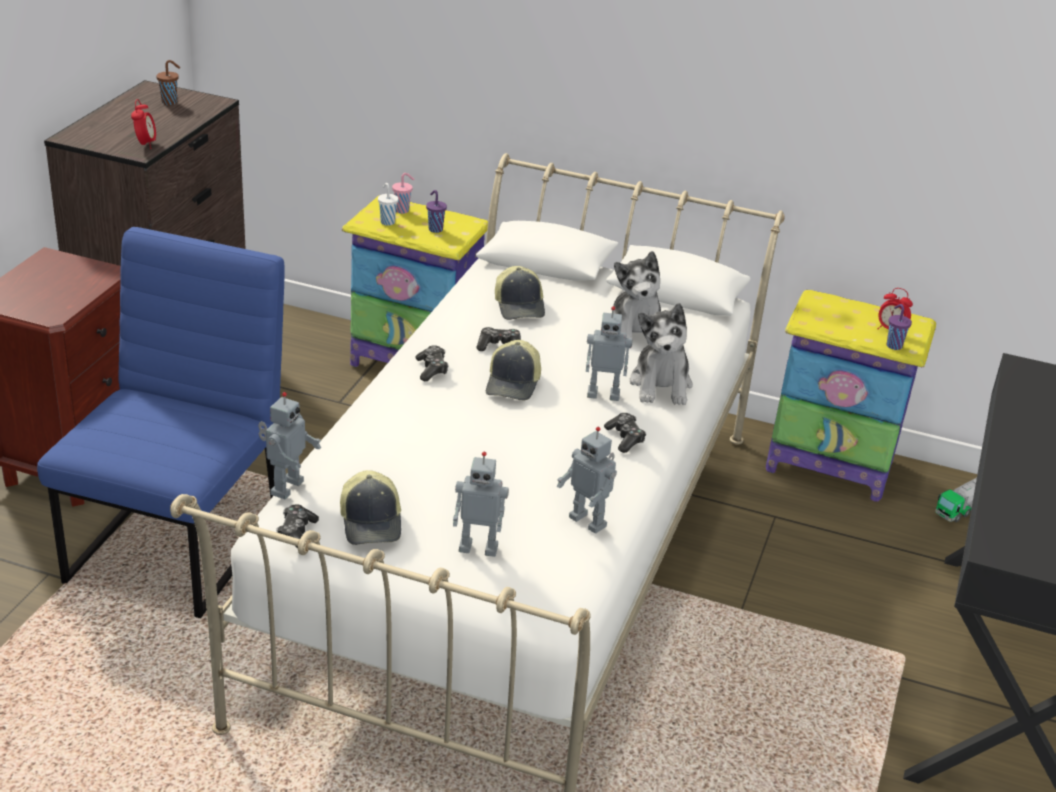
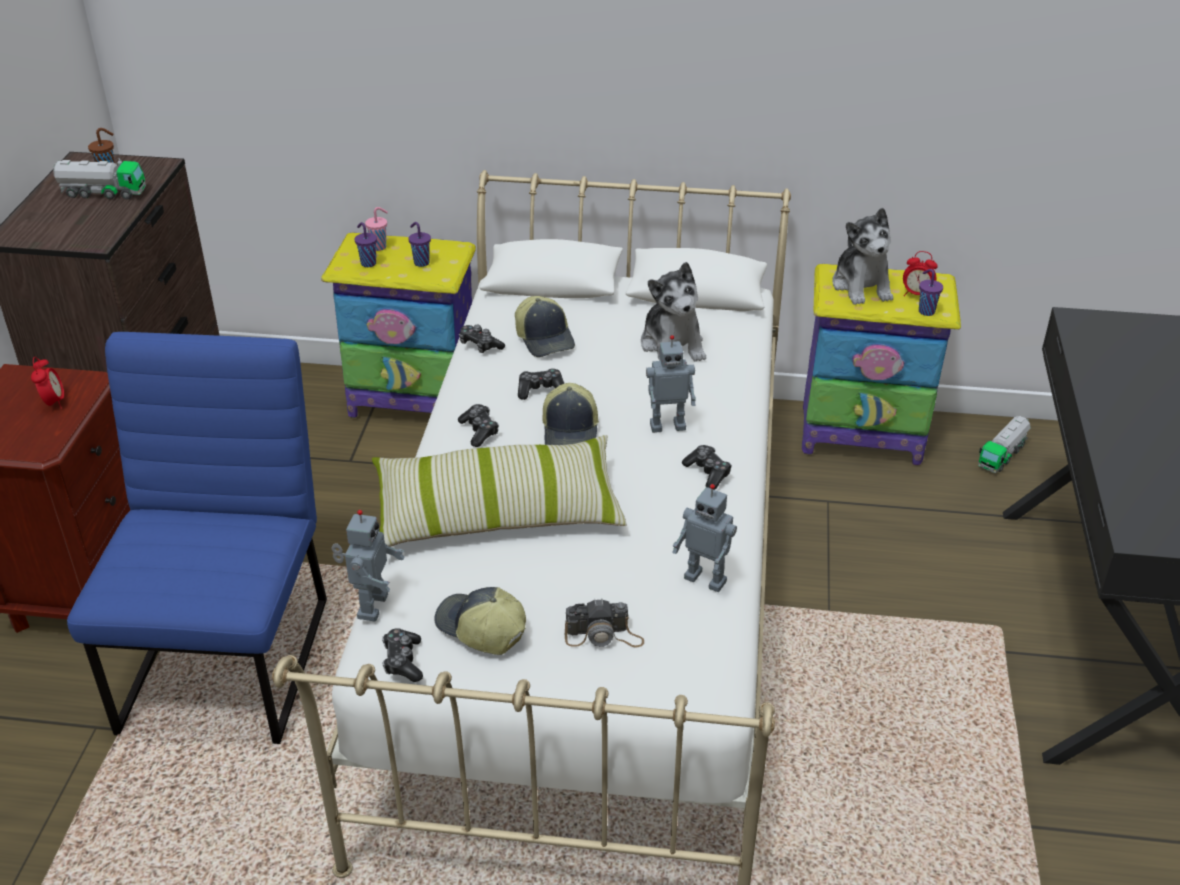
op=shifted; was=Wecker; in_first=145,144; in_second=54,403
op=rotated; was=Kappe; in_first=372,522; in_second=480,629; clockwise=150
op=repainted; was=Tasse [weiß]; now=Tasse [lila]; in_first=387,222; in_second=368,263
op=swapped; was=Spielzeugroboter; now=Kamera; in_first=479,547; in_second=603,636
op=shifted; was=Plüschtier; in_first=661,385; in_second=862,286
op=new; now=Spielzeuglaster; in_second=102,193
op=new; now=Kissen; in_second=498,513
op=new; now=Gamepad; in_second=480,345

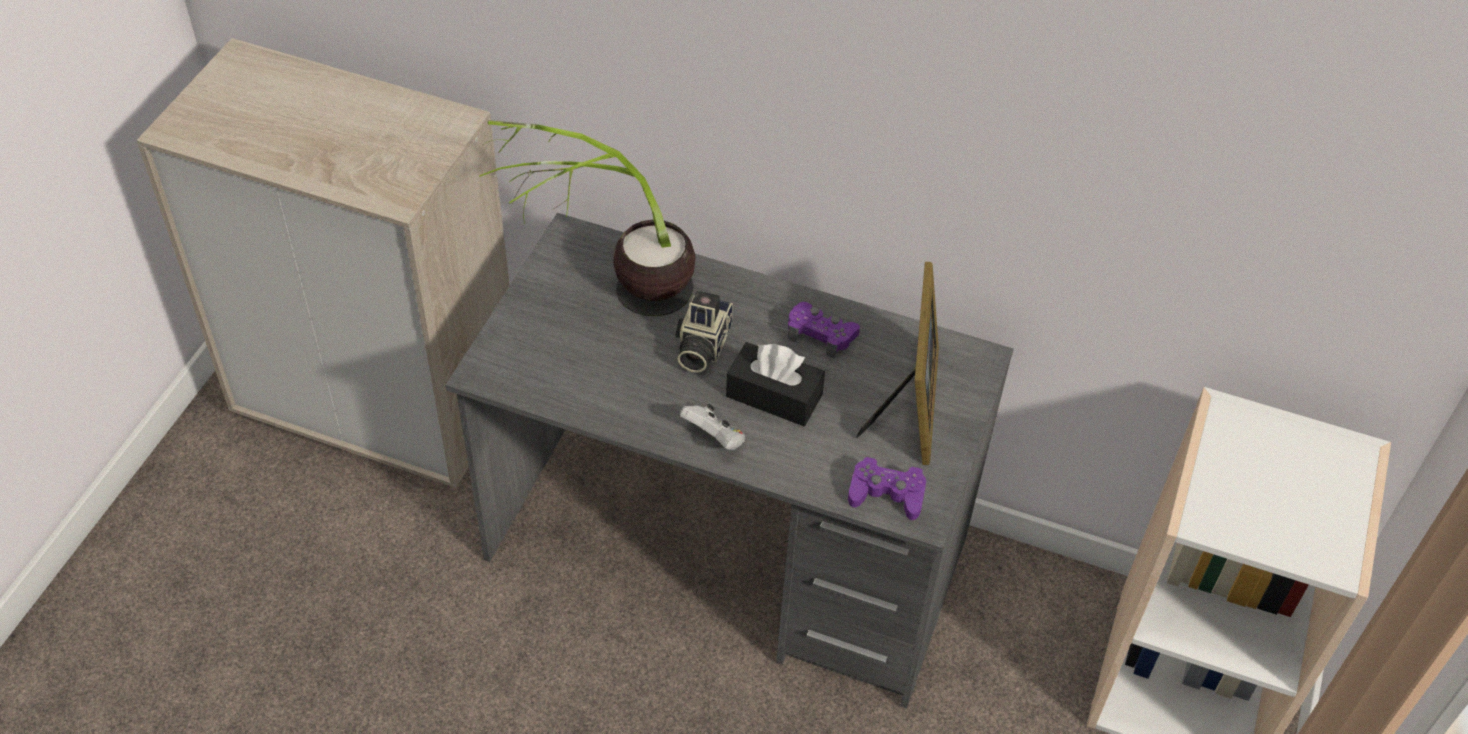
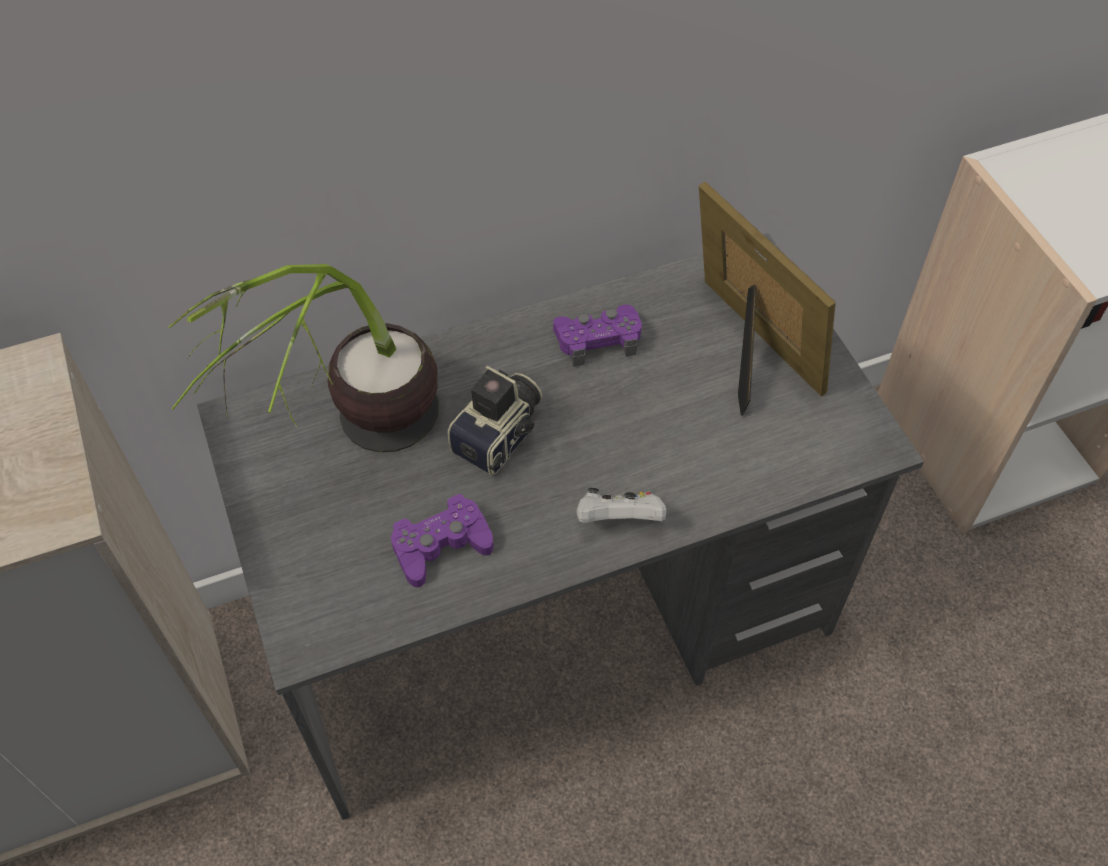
op=rotated; was=Kamera; in_first=701,346; in_second=501,436; clockwise=-120
op=gone; was=Taschentuchbox [schwarz]; in_first=774,395
op=shifted; was=Gamepad [lila]; in_first=886,494; in_second=441,546

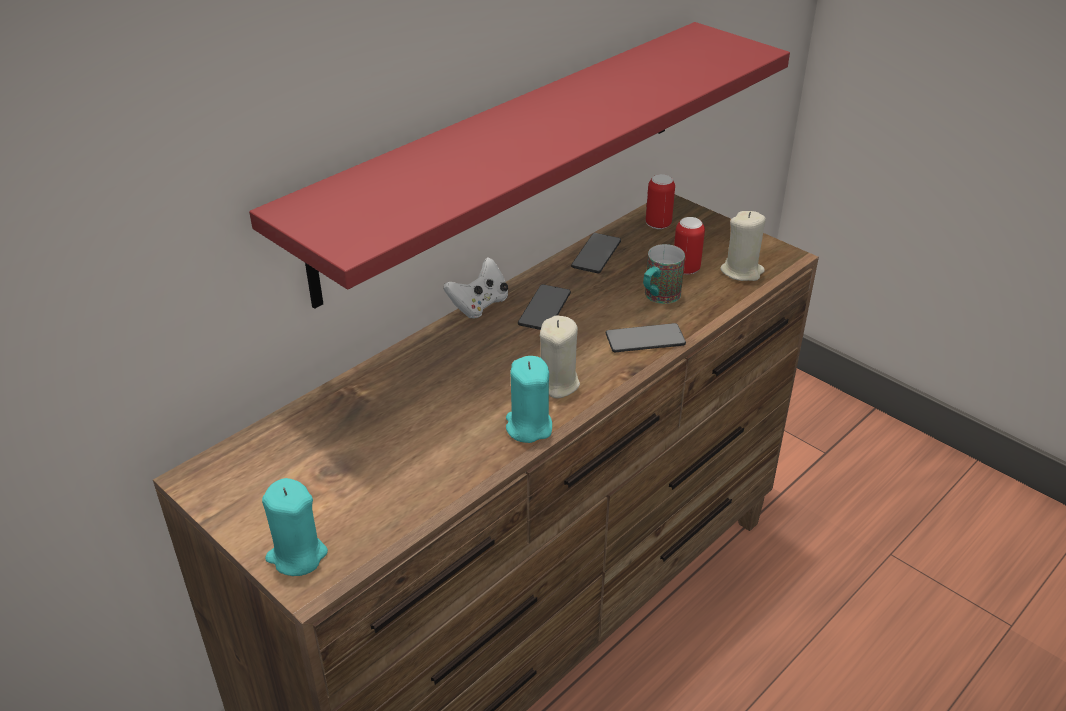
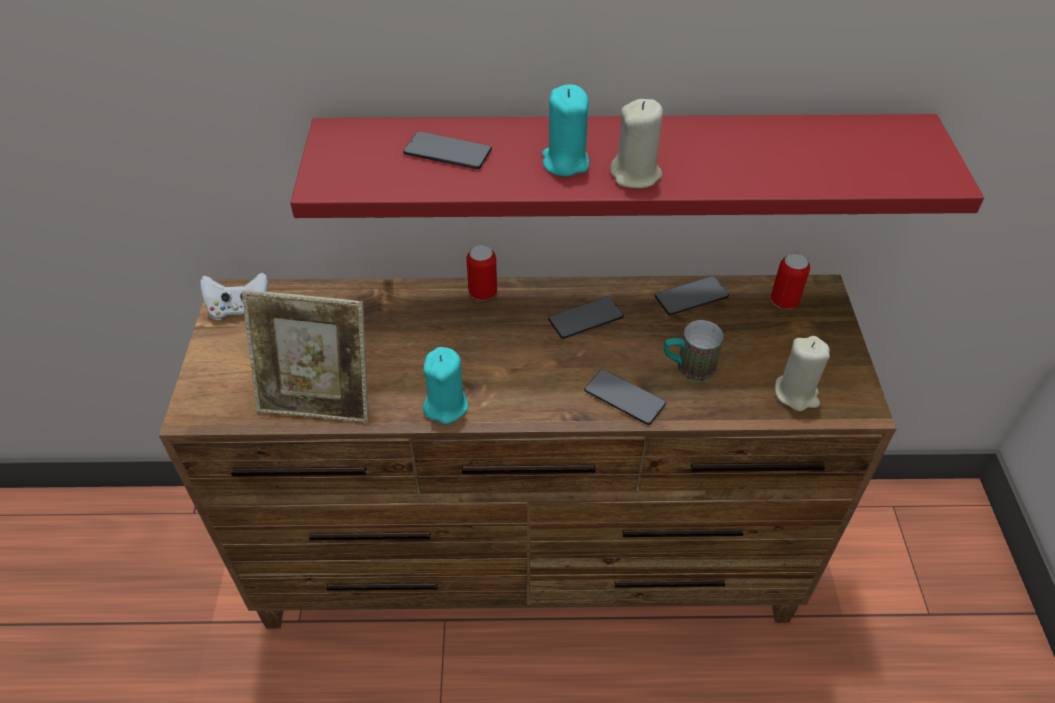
op=shifted; was=Kerze [türkis]; in_first=297,555; in_second=565,162
op=shifted; was=Gamepad [weiß]; in_first=479,305; in_second=240,309
op=shifted; was=Kerze [beige]; in_first=556,383; in_second=636,175
op=shifted; was=Dose; in_first=686,269; in_second=483,293
op=new; now=Bilderrahmen; in_second=319,401
op=new; now=Handy; in_second=447,152

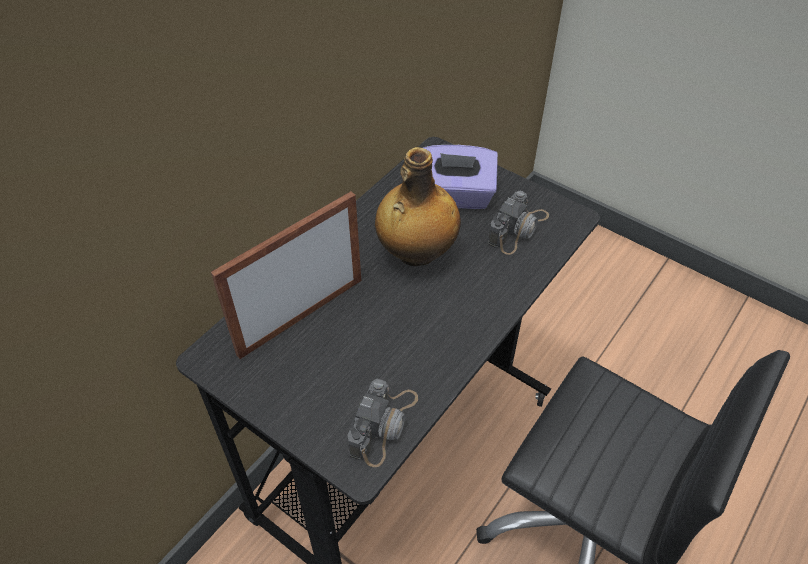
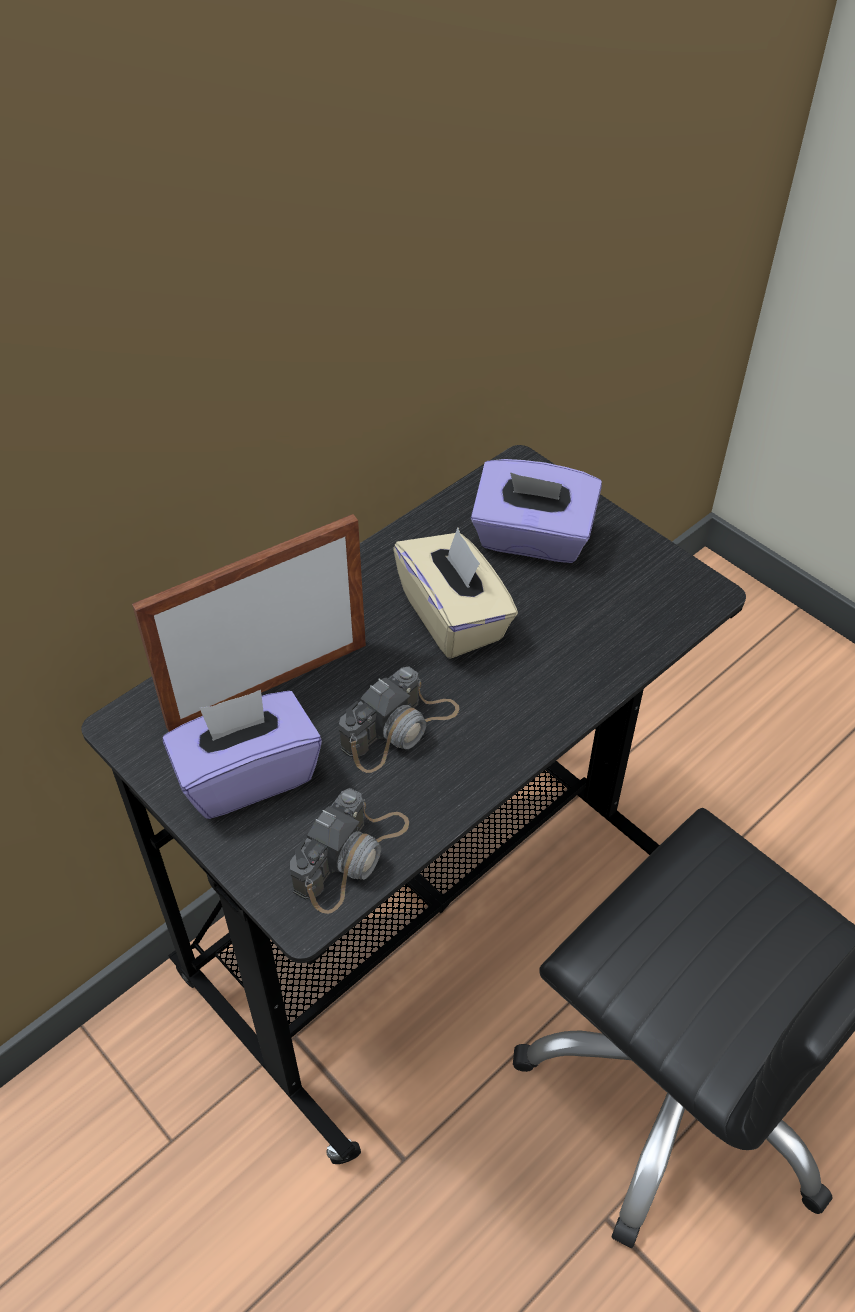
op=swapped; was=Flasche; now=Taschentuchbox [beige]; in_first=416,254; in_second=454,617
op=shifted; was=Kamera; in_first=518,228; in_second=400,728
op=new; now=Taschentuchbox [lila]; in_second=247,775

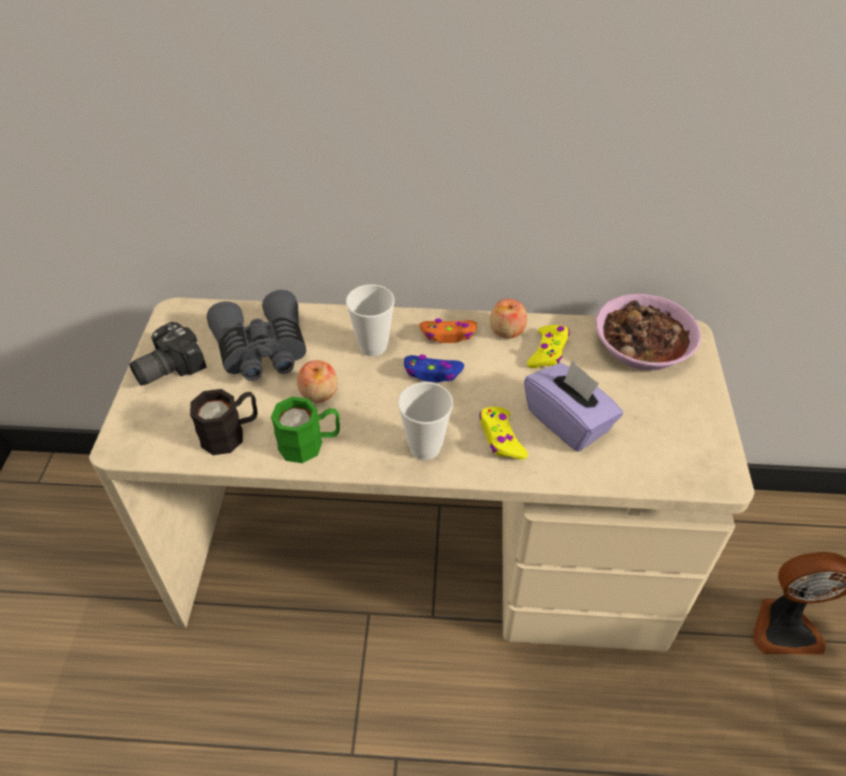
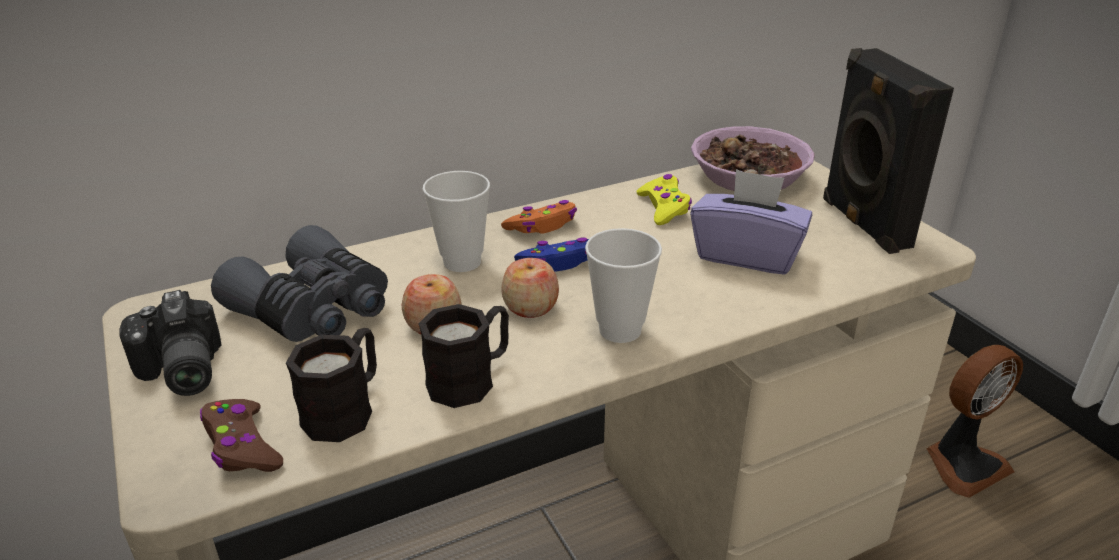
op=rotated; was=Kamera; in_first=167,367; in_second=178,372; clockwise=-45
op=repainted; was=Henkelbecher [grün]; now=Henkelbecher [schwarz]; in_first=310,444; in_second=471,378
op=gone; was=Gamepad [gelb]; in_first=501,438
op=shifted; was=Apfel; in_first=507,330; in_second=530,307
op=new; now=Gamepad [braun]; in_second=242,446
op=new; now=Lautsprecher [schwarz]; in_second=862,224

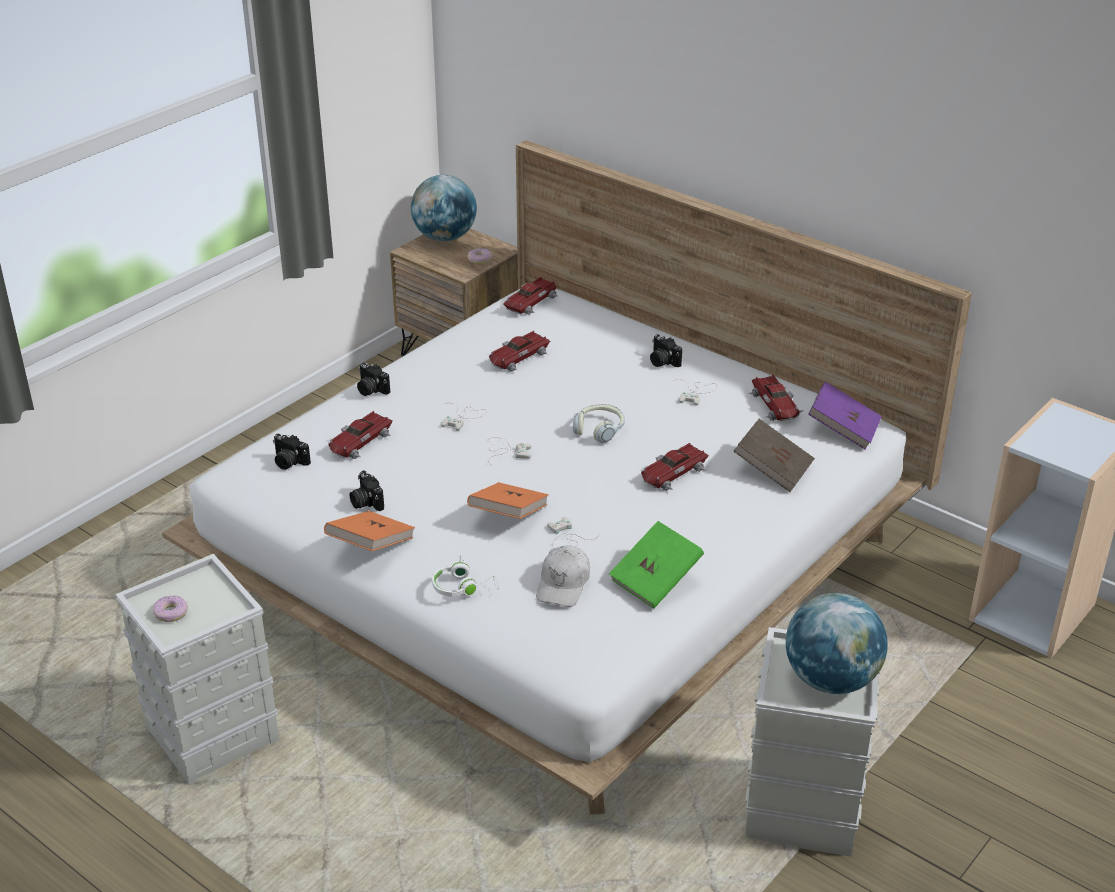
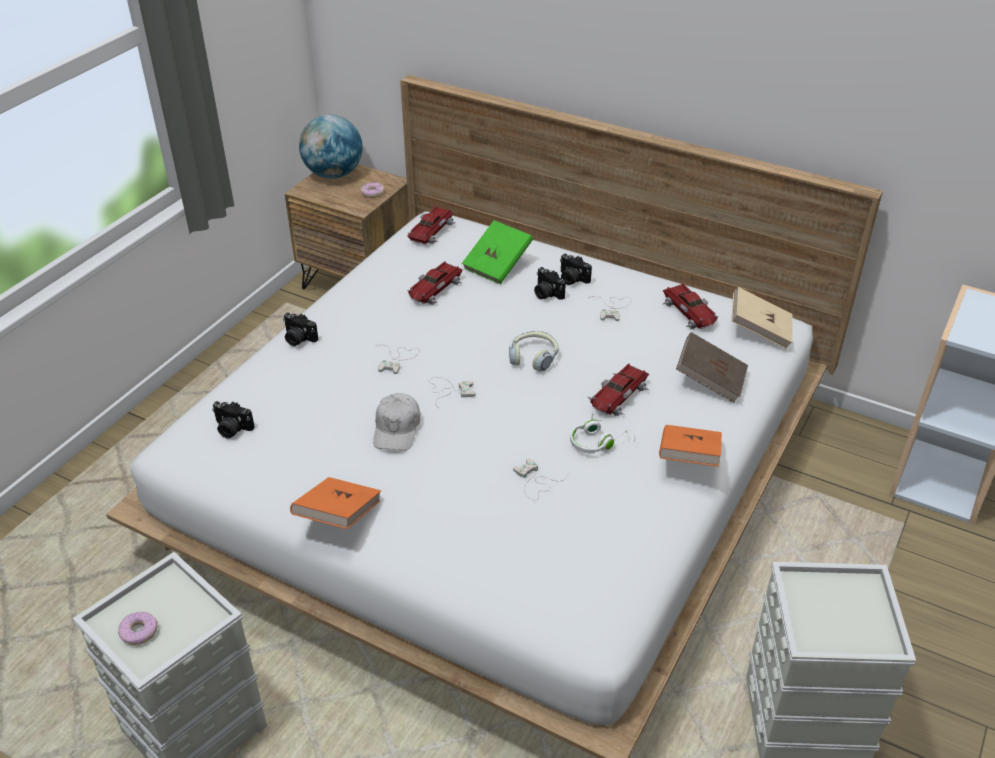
op=gone; was=Spielzeugauto; in_first=360,442
op=shifted; was=Kamera; in_first=365,502; in_second=546,293
op=shifted; was=Kopfhörer [weiß]; in_first=463,587; in_second=598,442
op=shifted; was=Buch [orange]; in_first=508,515; in_second=688,459
op=shifted; was=Kappe [weiß]; in_first=563,584; in_second=397,429
op=shifted; was=Buch [grün]; in_first=655,580; in_second=497,265
op=gone; was=Globus; in_first=831,680
op=repainted; was=Buch [lila]; now=Buch [beige]; in_first=843,430; in_second=759,331

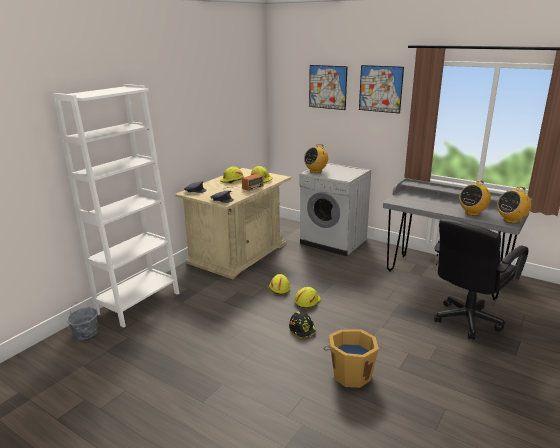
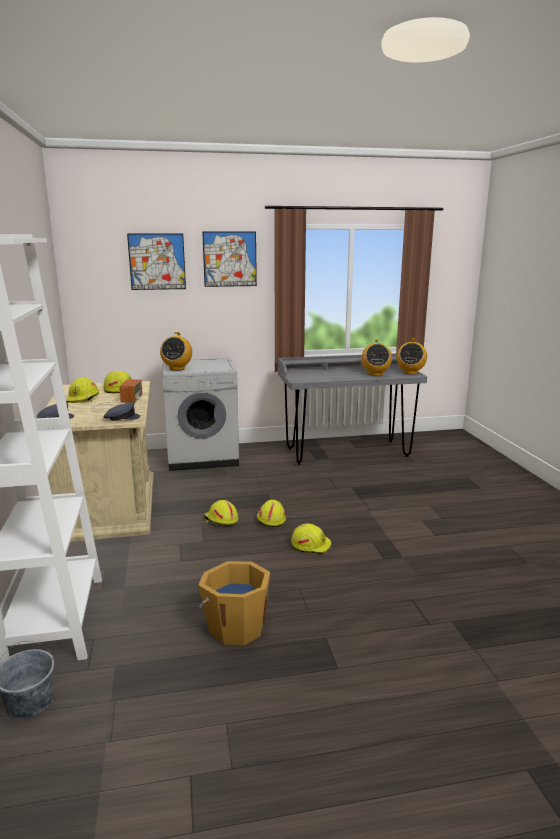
op=repainted; was=Schutzhelm [schwarz]; now=Schutzhelm [gelb]; in_first=302,329; in_second=311,545
op=shifted; was=Eimer [orange]; in_first=351,374; in_second=235,626
op=gone; was=Bürostuhl [schwarz]; in_first=466,323

